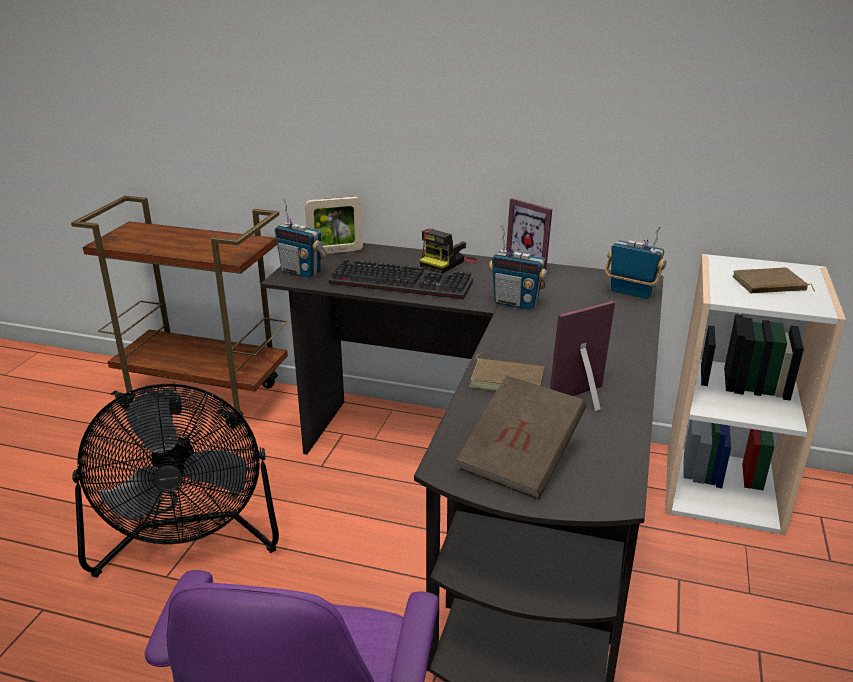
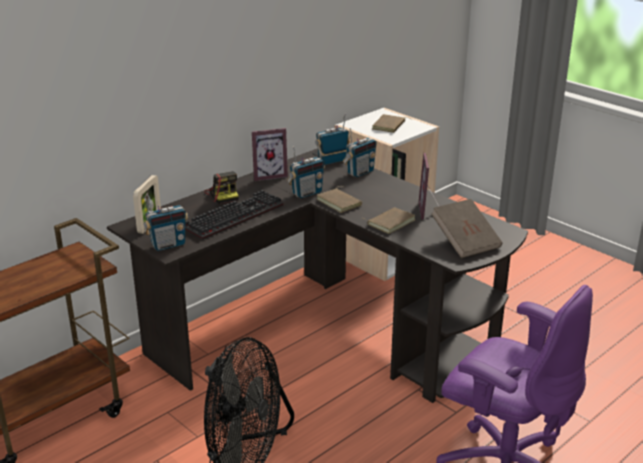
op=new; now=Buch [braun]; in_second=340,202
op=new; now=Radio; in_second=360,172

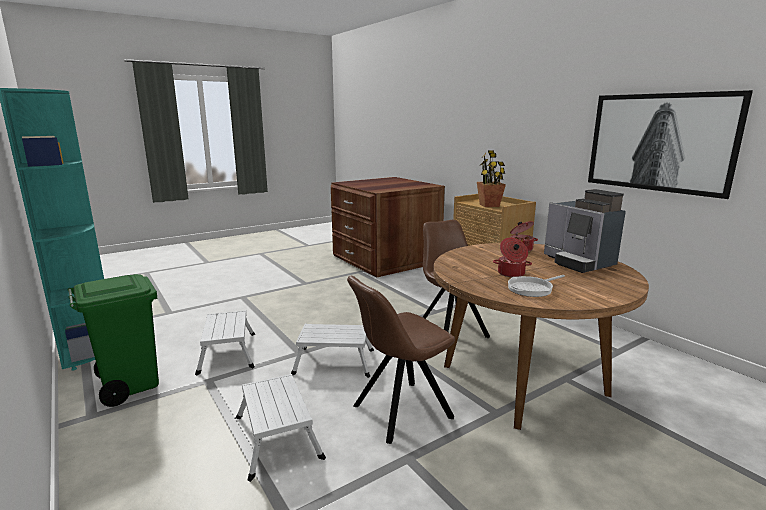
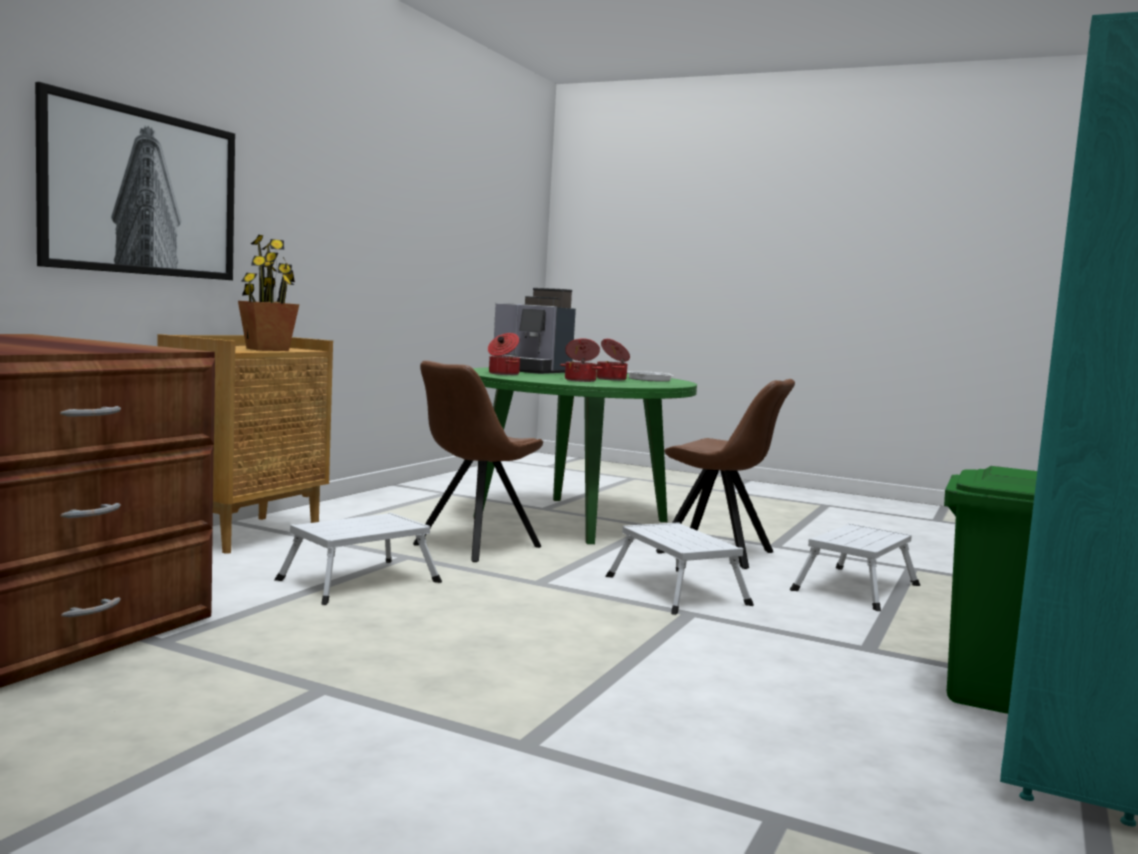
op=shifted; was=Trittleiter [weiß]; in_first=227,353; in_second=360,581
op=repainted; was=Esstisch [braun]; now=Esstisch [grün]; in_first=523,379; in_second=571,519
op=rotated; was=Kaffeemaschine; in_first=578,262; in_second=532,370; clockwise=90
op=shifted; was=Bild; in_first=660,142; in_second=141,193
op=new; now=Kochtopf; in_second=580,380

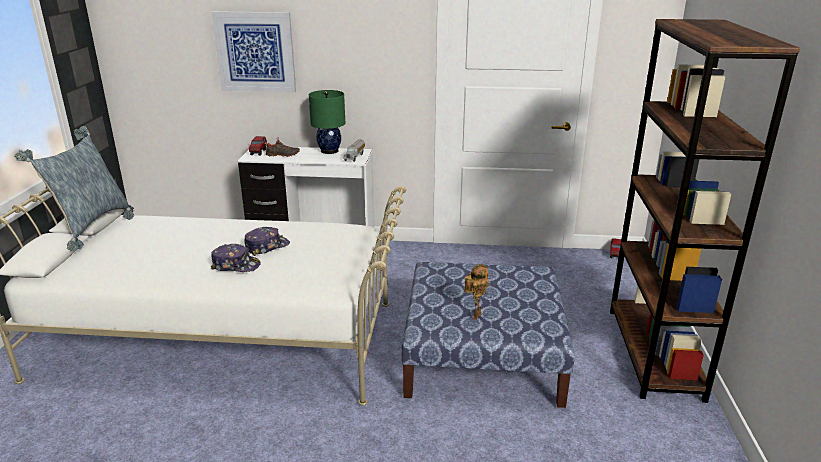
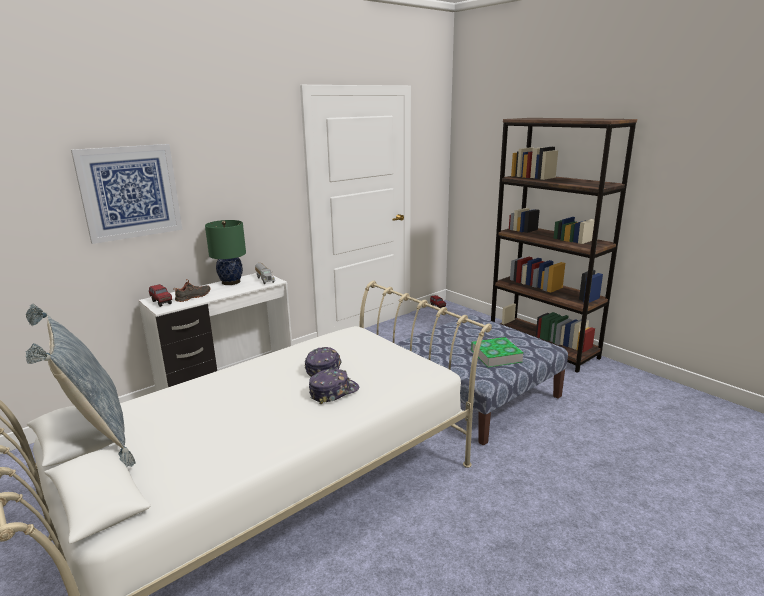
op=swapped; was=Spielzeugroboter; now=Buch; in_first=476,315; in_second=496,356

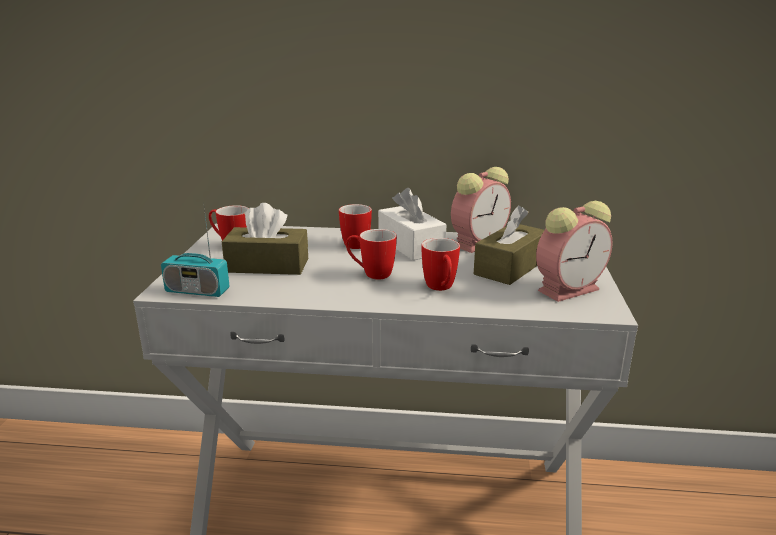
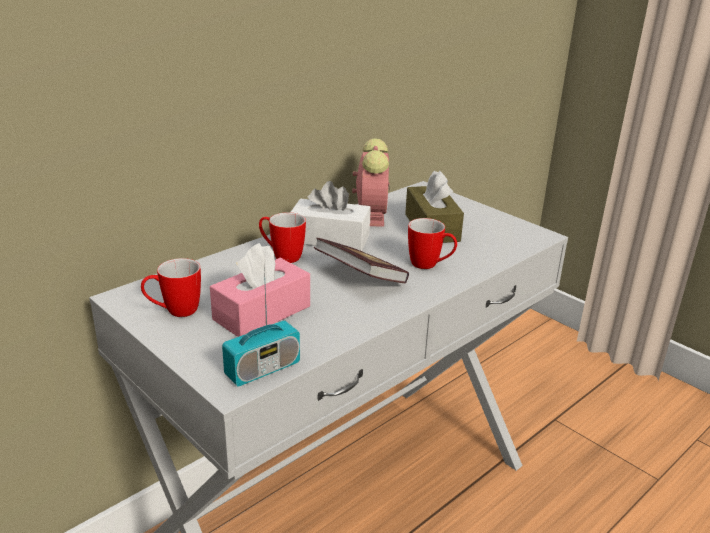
op=repainted; was=Taschentuchbox [braun]; now=Taschentuchbox [rosa]; in_first=267,265; in_second=262,313
op=swapped; was=Henkelbecher; now=Buch; in_first=371,274; in_second=360,278
op=gone; was=Wecker; in_first=570,289

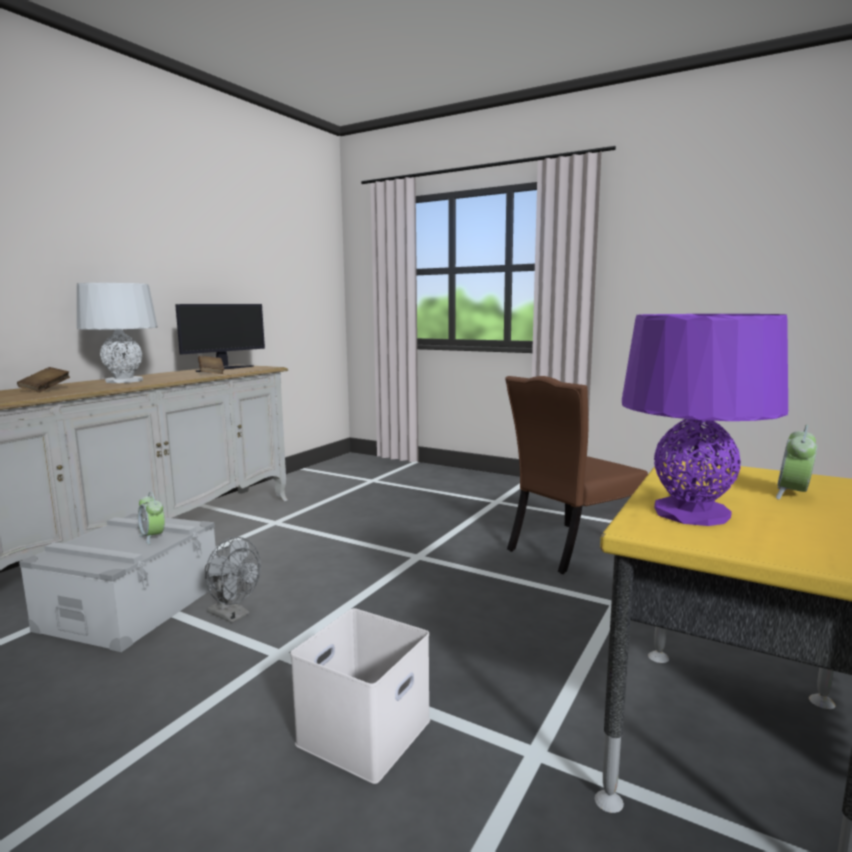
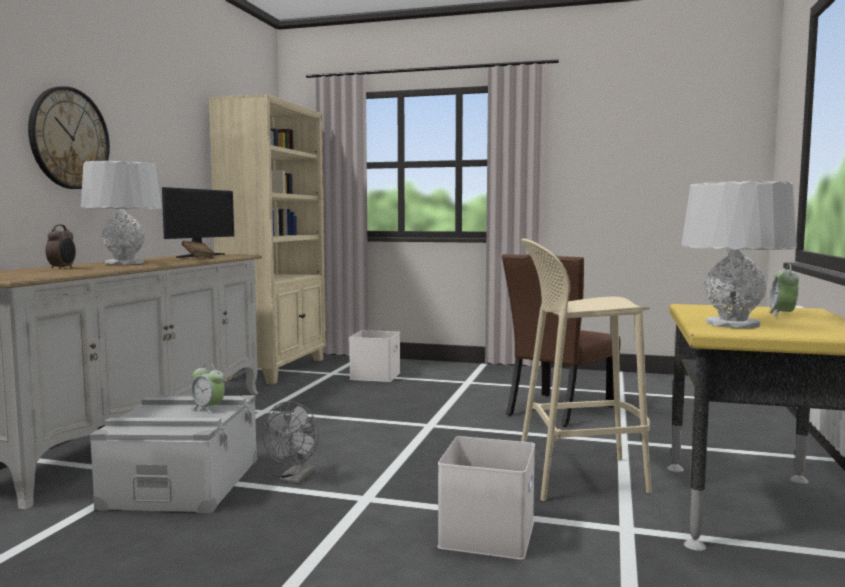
op=swapped; was=Buch [braun]; now=Wecker; in_first=45,389; in_second=62,268
op=rotated; was=Ventilator [grau]; in_first=233,615; in_second=295,479; clockwise=90
op=repainted; was=Tischlampe [lila]; now=Tischlampe [grau]; in_first=691,513; in_second=733,324
op=new; now=Wanduhr; in_second=69,138
op=new; now=Bücherregal [beige]; in_second=277,369
op=new; now=Aufbewahrungsbox [weiß]; in_second=374,375
op=new; now=Hocker [beige]; in_second=577,475

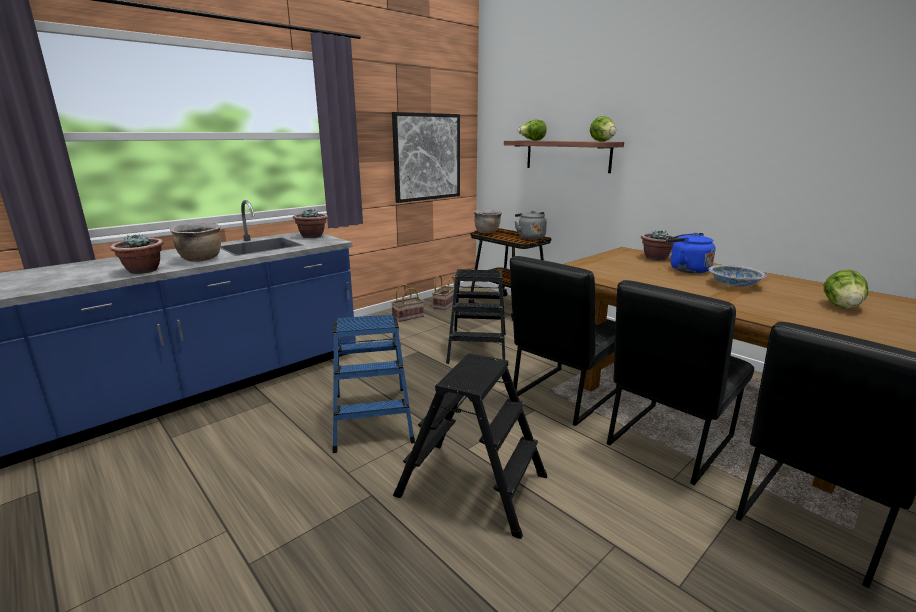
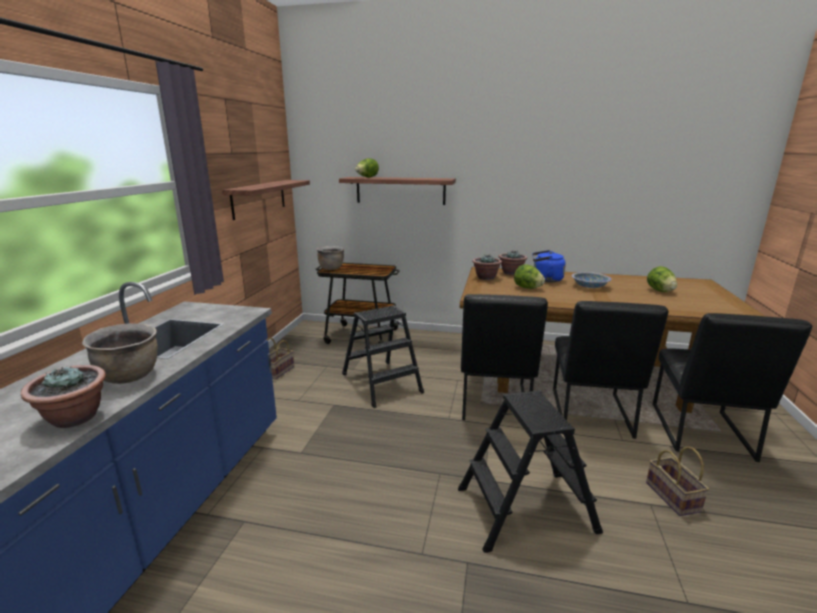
op=shifted; was=Topfpflanze; in_first=312,236; in_second=485,278
op=gone; was=Trittleiter [blau]; in_first=372,416
op=swapped; was=Bild; now=Wandregal; in_first=427,157; in_second=259,198
op=shifted; was=Korb; in_first=444,305; in_second=674,497
op=gone; was=Wasserkessel [grau]; in_first=530,237
op=shifted; was=Salatkopf; in_first=602,141; in_second=527,288

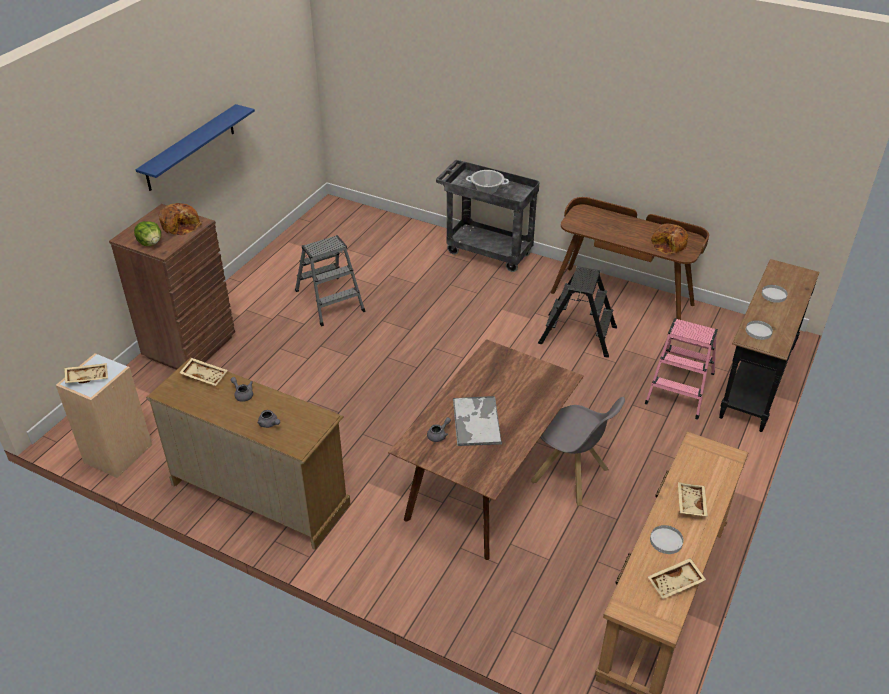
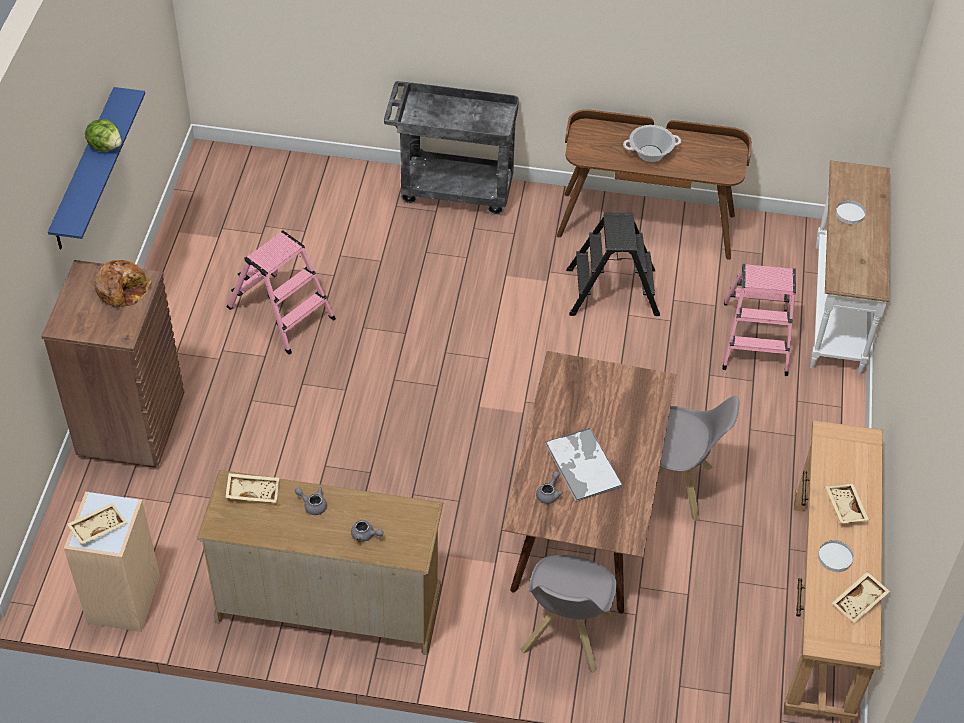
op=shifted; was=Salatkopf; in_first=151,243; in_second=106,146
op=repainted; was=Trittleiter [grau]; now=Trittleiter [rosa]; in_first=329,300; in_second=281,312
op=shifted; was=Kochtopf; in_first=487,189; in_second=650,153
op=gone; was=Brot; in_first=669,245
op=repainted; was=Konsolentisch [schwarz]; now=Konsolentisch [weiß]; in_first=756,381; in_second=835,308
op=gone; was=Teller [weiß]; in_first=758,331
op=new; now=Stuhl [grau]; in_second=565,635

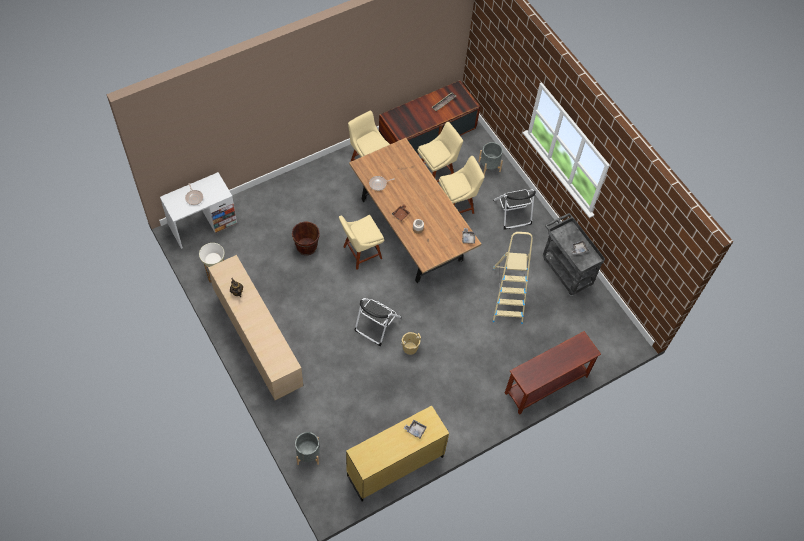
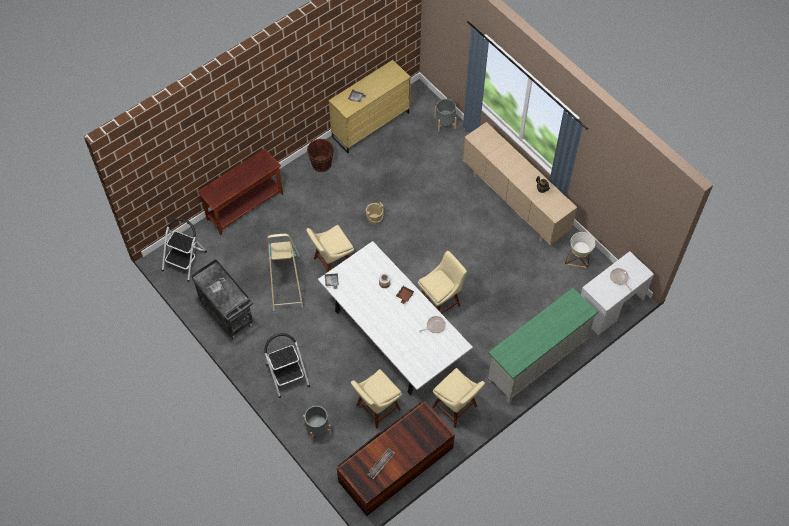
op=shifted; was=Eimer [braun]; in_first=306,247; in_second=321,164
op=repainted; was=Esstisch [braun]; now=Esstisch [weiß]; in_first=411,229; in_second=393,336
op=shifted; was=Trittleiter; in_first=377,325; in_second=185,260
op=shifted; was=Stuhl [beige]; in_first=457,205; in_second=331,264
op=new; now=Kommode [grün]; in_second=536,362

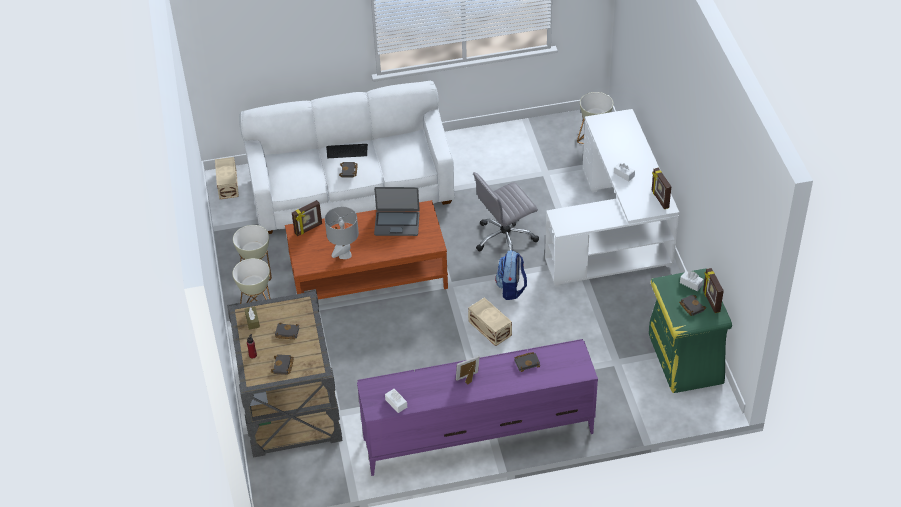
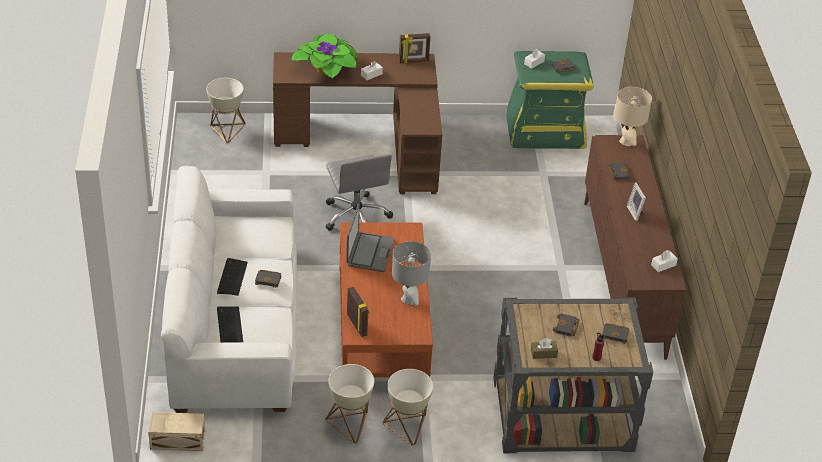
op=repainted; was=Schrank [lila]; now=Schrank [braun]; in_first=477,437; in_second=624,277
op=gone; was=Aufbewahrungsbox [beige]; in_first=490,327
op=gone; was=Rucksack; in_first=511,288
op=repainted; was=Schreibtisch [weiß]; now=Schreibtisch [braun]; in_first=615,231; in_second=369,142
op=gone; was=Bilderrahmen; in_first=711,301
op=new; now=Tastatur; in_second=229,326
op=new; now=Topfpflanze; in_second=326,70
op=new; now=Tischlampe [beige]; in_second=626,142

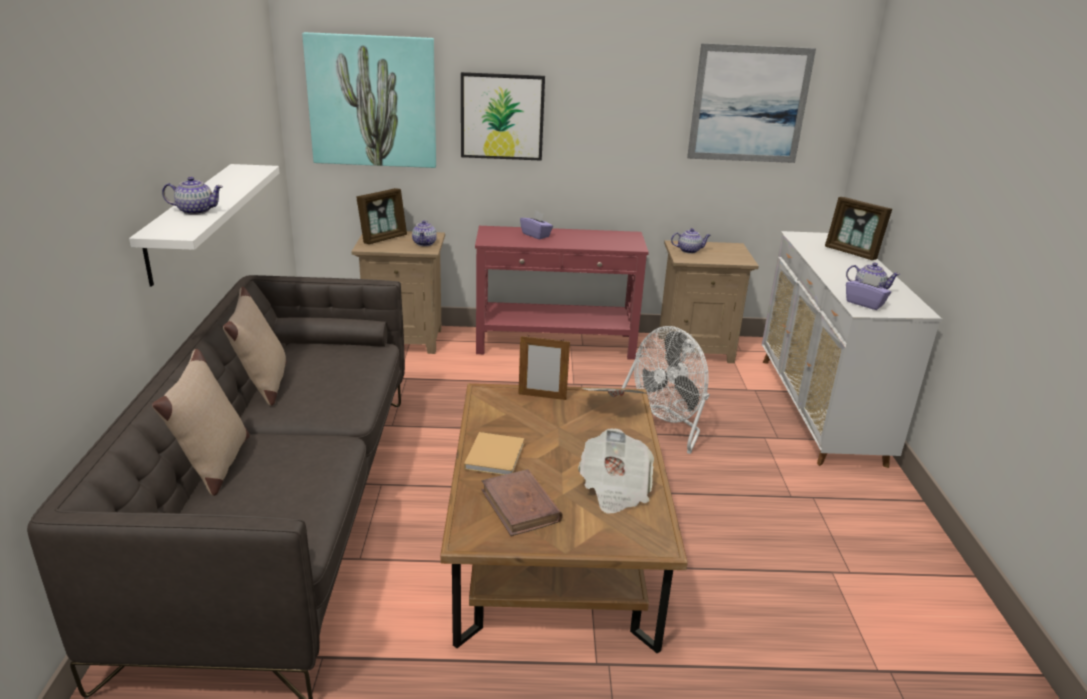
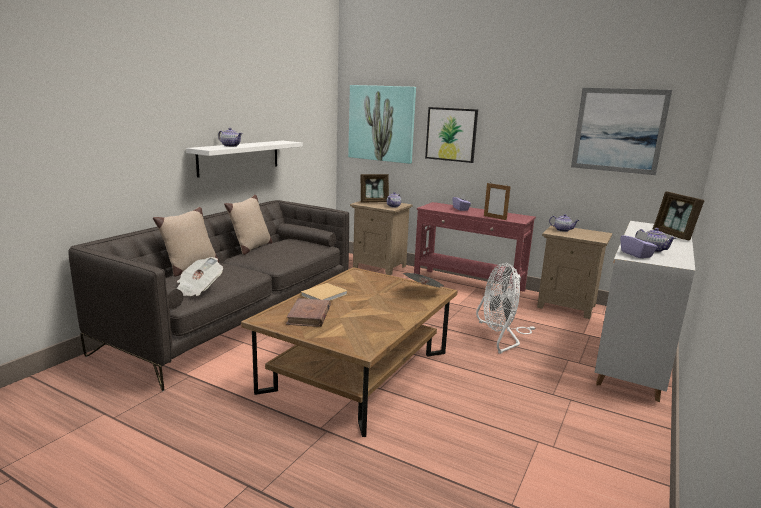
op=shifted; was=Bilderrahmen; in_first=542,396; in_second=495,218
op=shifted; was=Zeitung; in_first=614,489; in_second=197,289

